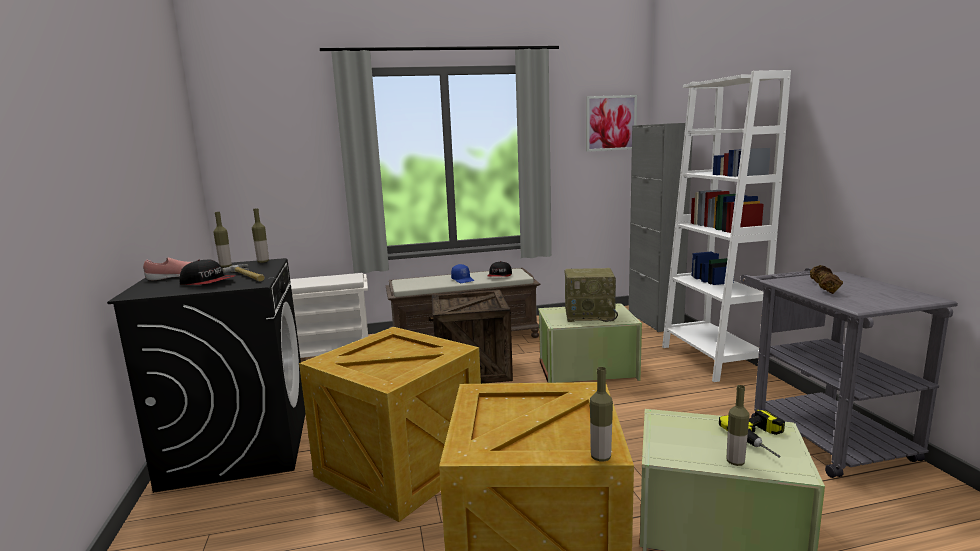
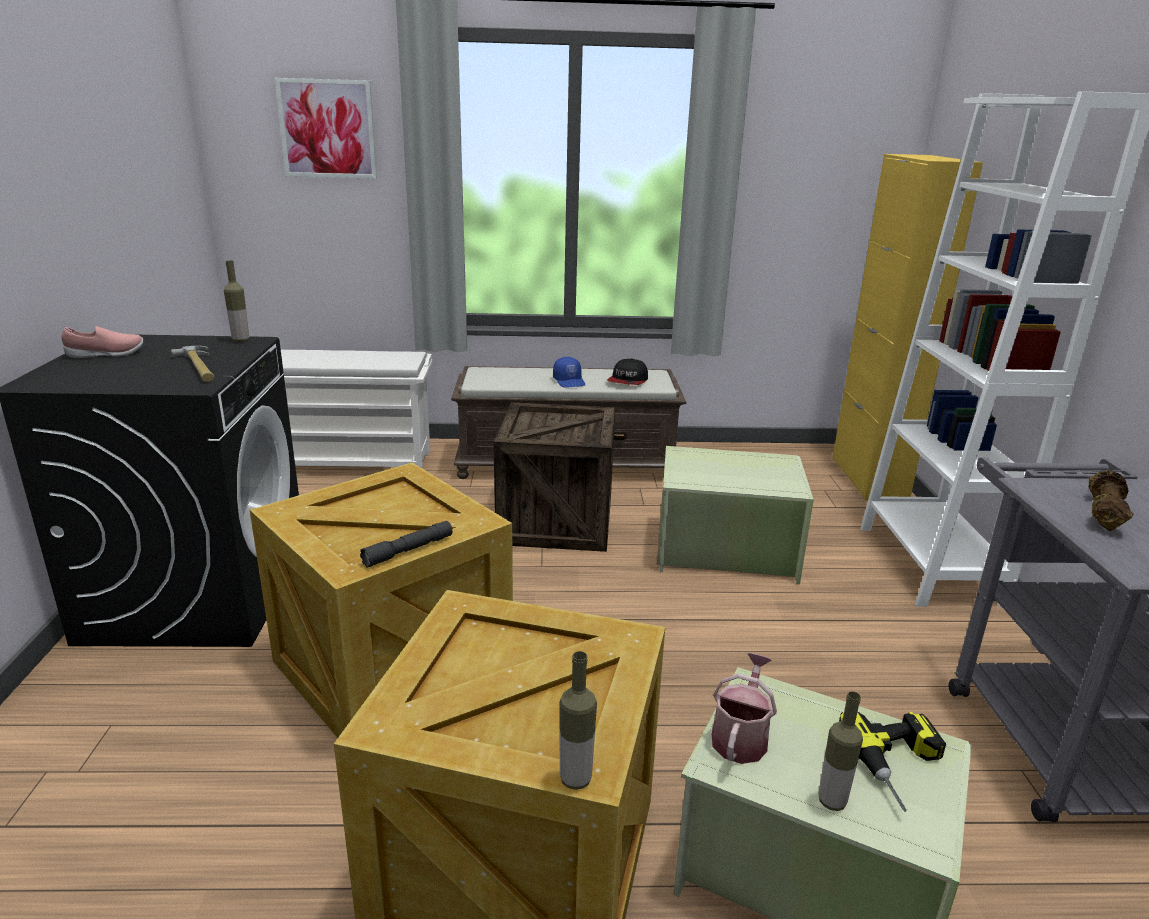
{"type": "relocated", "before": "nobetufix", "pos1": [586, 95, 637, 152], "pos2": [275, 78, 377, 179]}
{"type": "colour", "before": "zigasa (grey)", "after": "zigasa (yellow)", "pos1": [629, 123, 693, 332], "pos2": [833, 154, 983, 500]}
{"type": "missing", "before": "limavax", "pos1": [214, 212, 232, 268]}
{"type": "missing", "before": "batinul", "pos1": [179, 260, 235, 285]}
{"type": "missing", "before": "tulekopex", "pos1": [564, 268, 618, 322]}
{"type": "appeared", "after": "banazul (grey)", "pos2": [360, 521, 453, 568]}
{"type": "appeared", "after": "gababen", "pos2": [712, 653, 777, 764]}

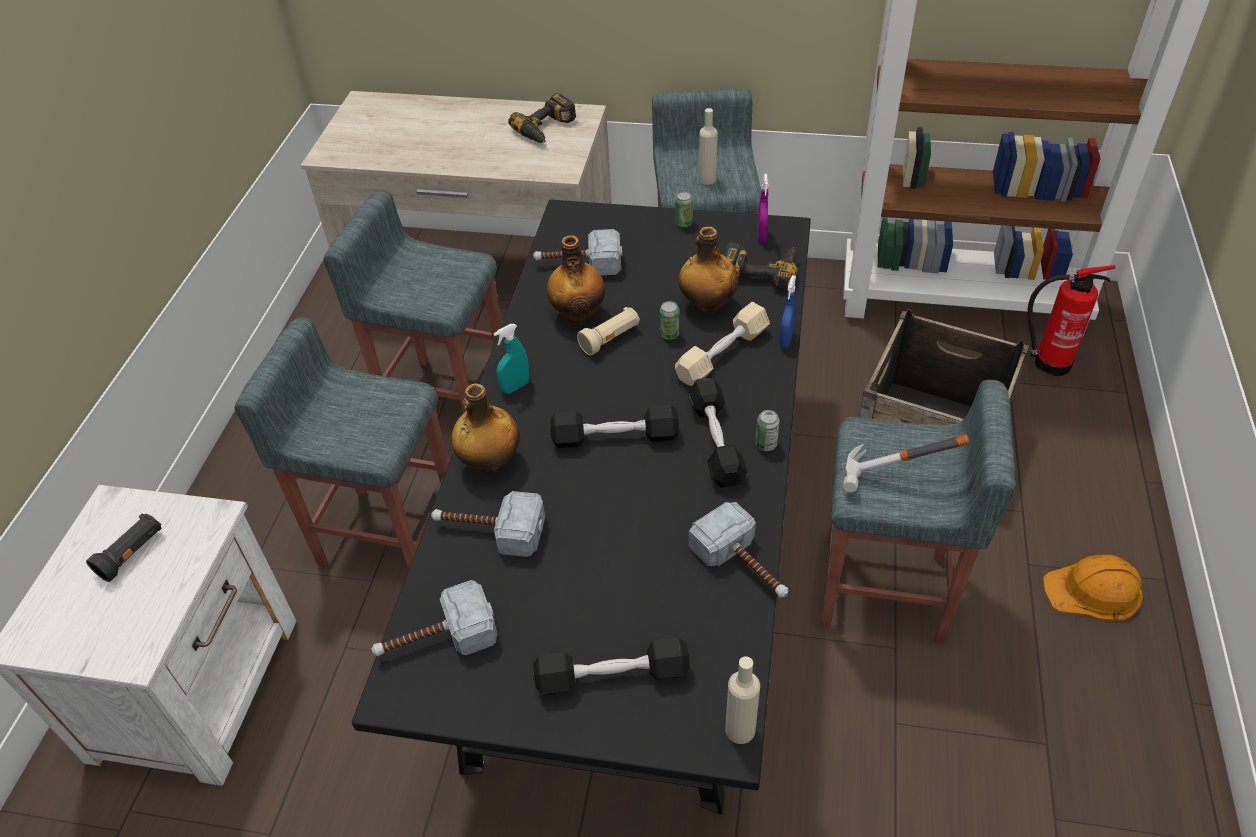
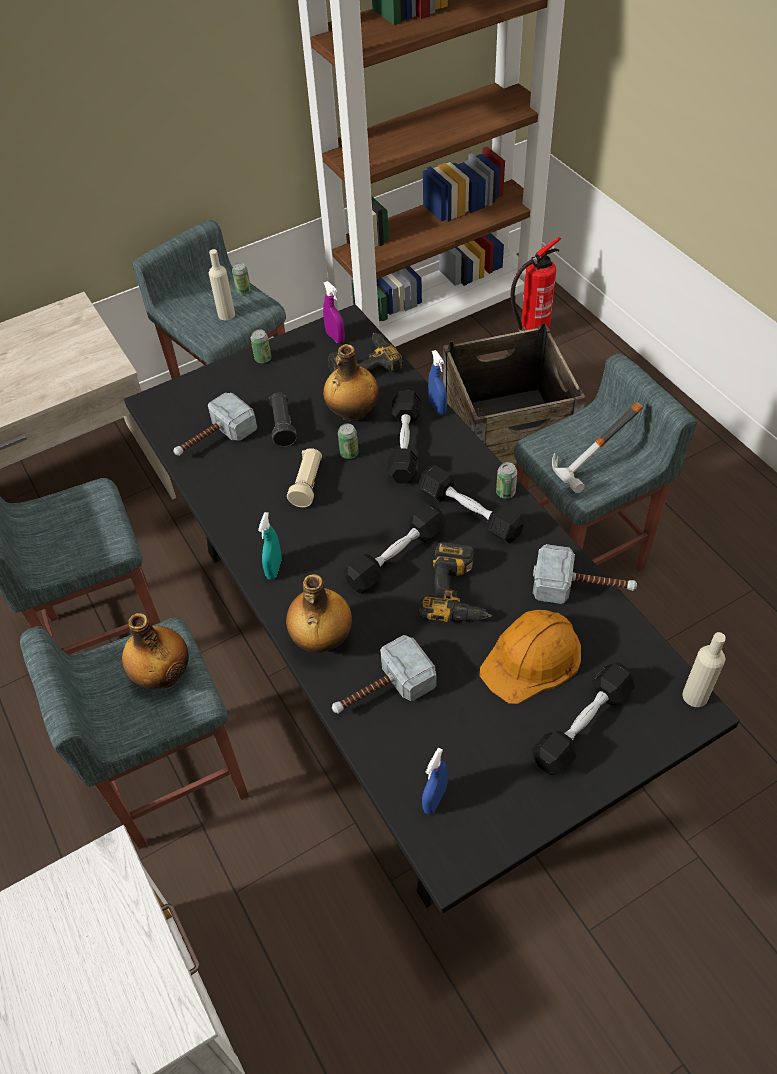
{"type": "relocated", "before": "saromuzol", "pos1": [508, 93, 576, 143], "pos2": [419, 542, 492, 622]}
{"type": "relocated", "before": "limavax", "pos1": [546, 235, 605, 324], "pos2": [122, 613, 189, 689]}
{"type": "colour", "before": "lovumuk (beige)", "after": "lovumuk (black)", "pos1": [675, 302, 770, 386], "pos2": [387, 390, 421, 483]}
{"type": "relocated", "before": "banazul (black)", "pos1": [86, 513, 162, 582], "pos2": [269, 392, 297, 447]}
{"type": "relocated", "before": "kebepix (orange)", "pos1": [1043, 555, 1143, 621], "pos2": [480, 610, 581, 704]}
{"type": "exchanged", "before": "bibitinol", "after": "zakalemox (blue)", "pos1": [371, 580, 498, 657], "pos2": [422, 748, 448, 815]}
{"type": "appeared", "after": "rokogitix", "pos2": [232, 263, 251, 294]}

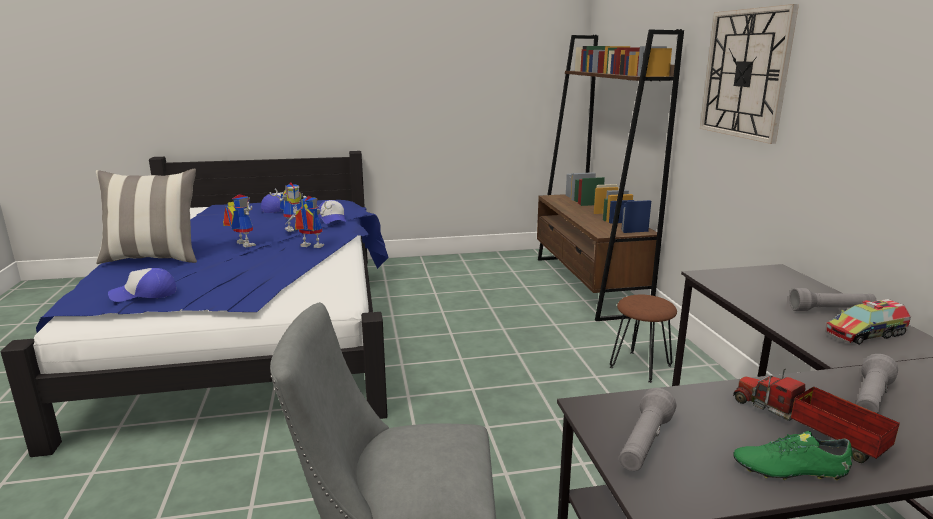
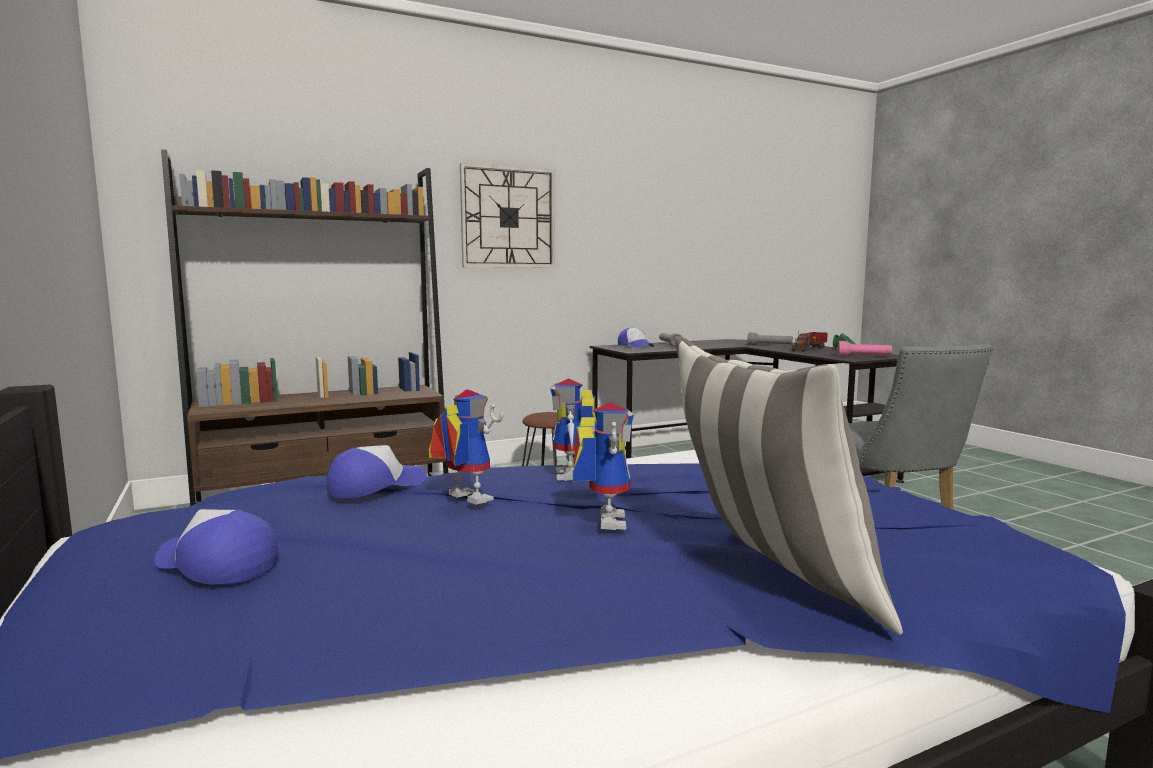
{"type": "spun", "before": "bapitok", "pos1": [223, 194, 256, 247], "pos2": [573, 403, 634, 530], "turn": 150}
{"type": "relocated", "before": "batinul", "pos1": [108, 268, 176, 302], "pos2": [618, 328, 654, 348]}
{"type": "missing", "before": "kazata", "pos1": [825, 299, 911, 345]}
{"type": "colour", "before": "banazul (grey)", "after": "banazul (pink)", "pos1": [619, 388, 676, 471], "pos2": [838, 341, 892, 356]}

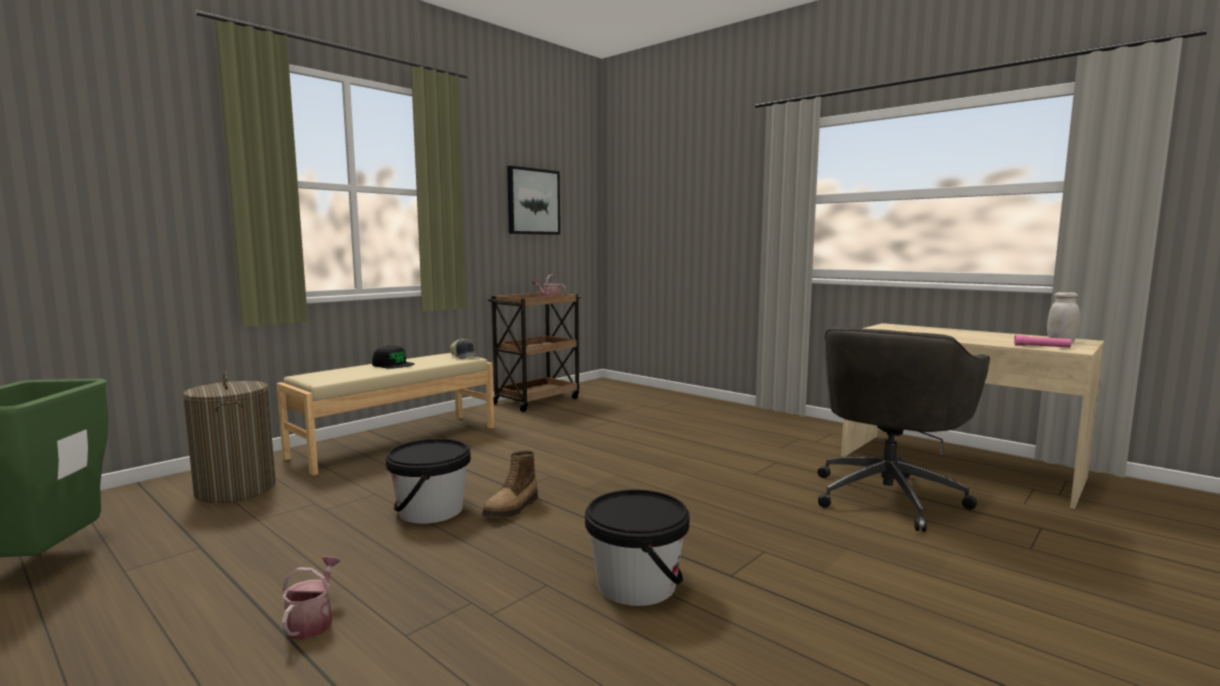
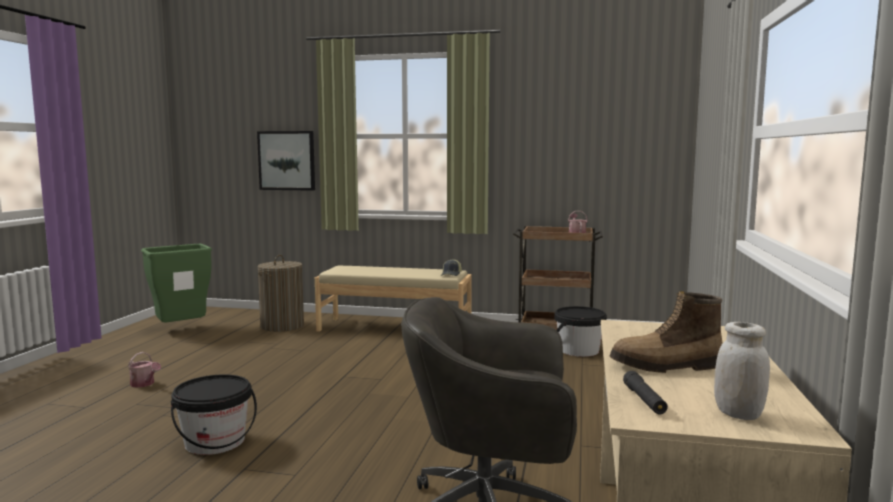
{"type": "relocated", "before": "nobetufix", "pos1": [507, 166, 560, 235], "pos2": [257, 131, 315, 191]}
{"type": "colour", "before": "banazul (pink)", "after": "banazul (black)", "pos1": [1014, 335, 1072, 347], "pos2": [623, 371, 668, 414]}
{"type": "missing", "before": "batinul (black)", "pos1": [372, 345, 414, 369]}
{"type": "relocated", "before": "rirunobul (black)", "pos1": [386, 439, 471, 524], "pos2": [554, 306, 607, 357]}
{"type": "relocated", "before": "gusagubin", "pos1": [482, 450, 538, 518], "pos2": [610, 291, 722, 373]}
{"type": "spun", "before": "gababen", "pos1": [282, 557, 340, 639], "pos2": [128, 352, 161, 388], "turn": 60}

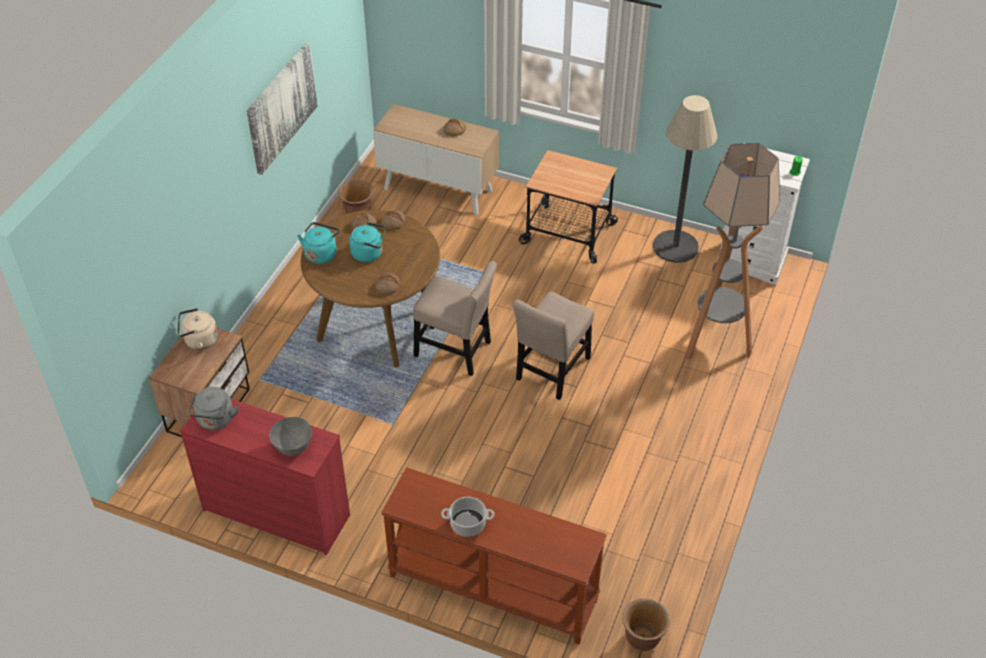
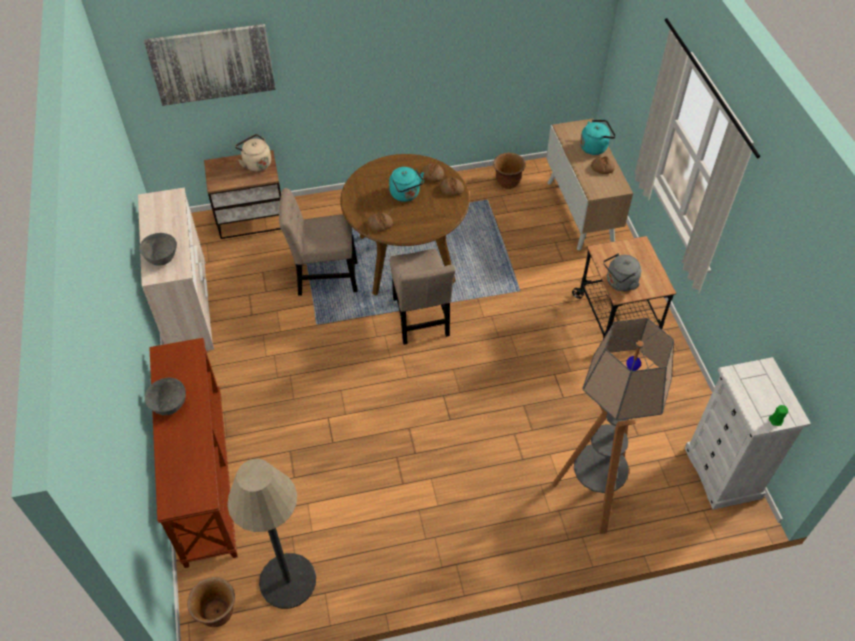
{"type": "relocated", "before": "nobetufix", "pos1": [247, 43, 318, 175], "pos2": [144, 24, 276, 106]}
{"type": "relocated", "before": "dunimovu", "pos1": [653, 95, 718, 263], "pos2": [227, 459, 316, 609]}
{"type": "relocated", "before": "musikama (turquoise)", "pos1": [297, 222, 340, 264], "pos2": [580, 120, 616, 155]}
{"type": "relocated", "before": "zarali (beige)", "pos1": [513, 292, 594, 400], "pos2": [279, 188, 358, 296]}
{"type": "relocated", "before": "musikama (grey)", "pos1": [188, 387, 239, 430], "pos2": [603, 253, 641, 291]}
{"type": "colour", "before": "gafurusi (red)", "after": "gafurusi (beige)", "pos1": [180, 399, 350, 555], "pos2": [138, 187, 214, 351]}
{"type": "exchanged", "before": "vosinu", "after": "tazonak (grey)", "pos1": [441, 497, 495, 537], "pos2": [145, 378, 186, 415]}

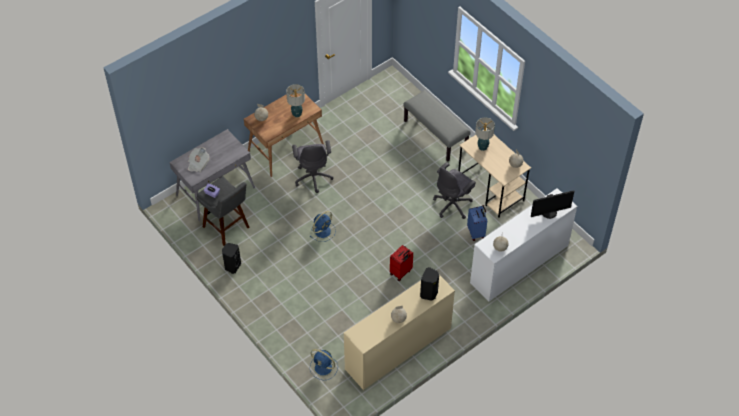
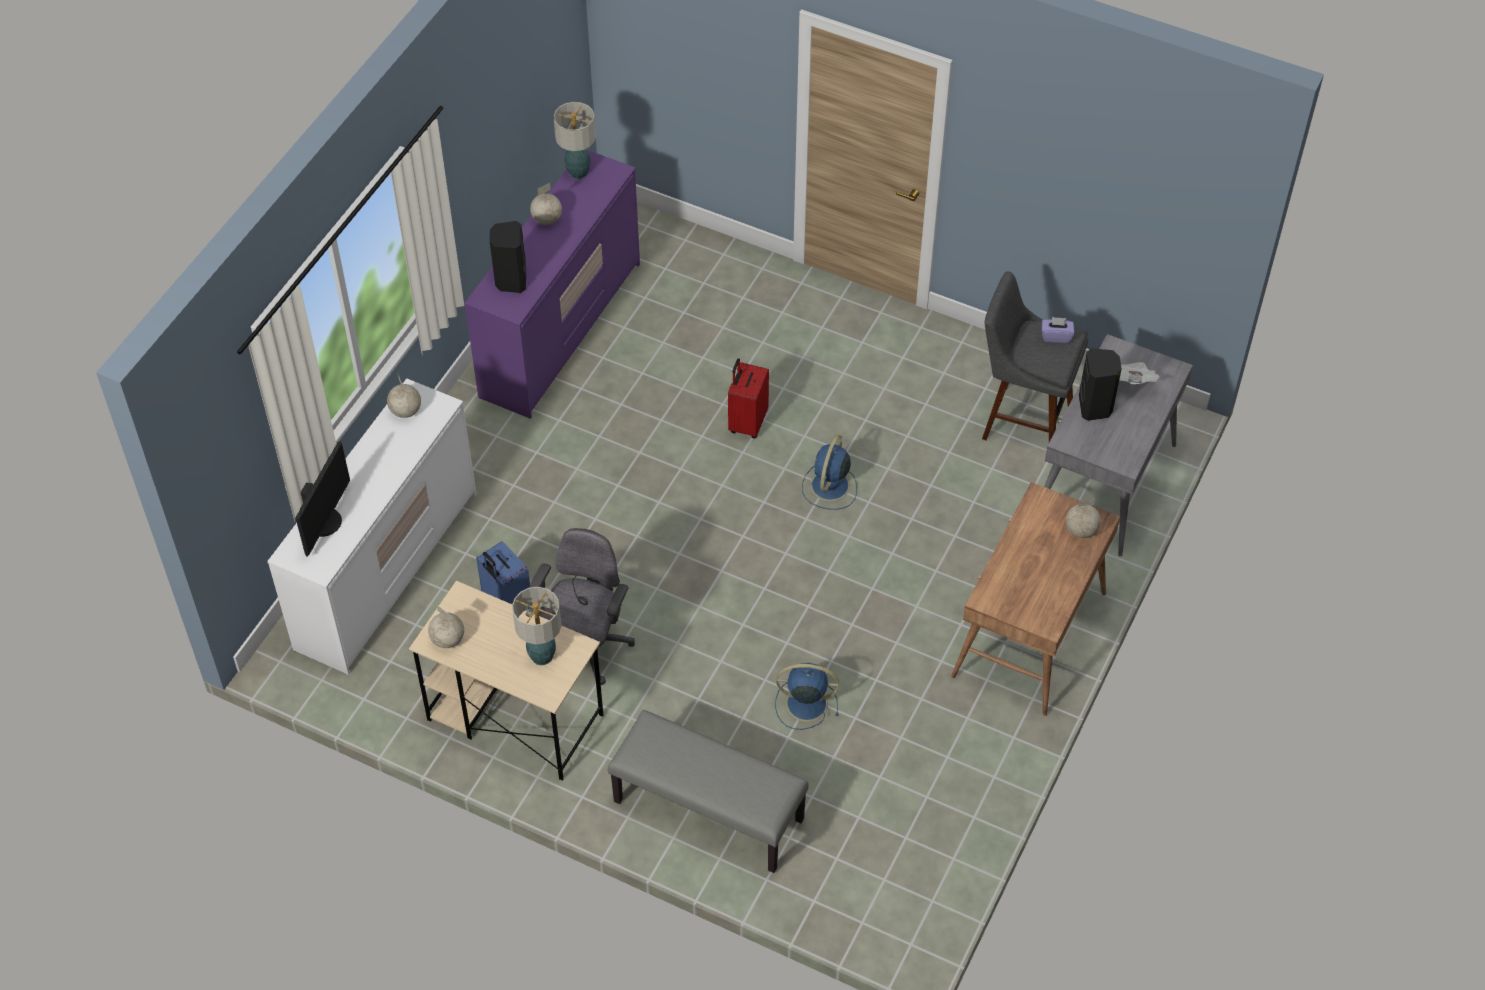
{"type": "relocated", "before": "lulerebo", "pos1": [286, 84, 305, 117], "pos2": [553, 102, 596, 179]}
{"type": "missing", "before": "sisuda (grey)", "pos1": [292, 140, 333, 193]}
{"type": "spun", "before": "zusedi", "pos1": [531, 190, 574, 219], "pos2": [296, 441, 350, 556], "turn": 150}
{"type": "relocated", "before": "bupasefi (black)", "pos1": [222, 243, 241, 274], "pos2": [1079, 348, 1122, 421]}
{"type": "relocated", "before": "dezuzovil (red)", "pos1": [390, 245, 413, 281], "pos2": [728, 358, 769, 439]}
{"type": "colour", "before": "gafurusi (beige)", "after": "gafurusi (purple)", "pos1": [343, 275, 455, 390], "pos2": [464, 150, 640, 419]}
{"type": "relocated", "before": "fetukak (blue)", "pos1": [310, 349, 338, 380], "pos2": [775, 663, 839, 730]}

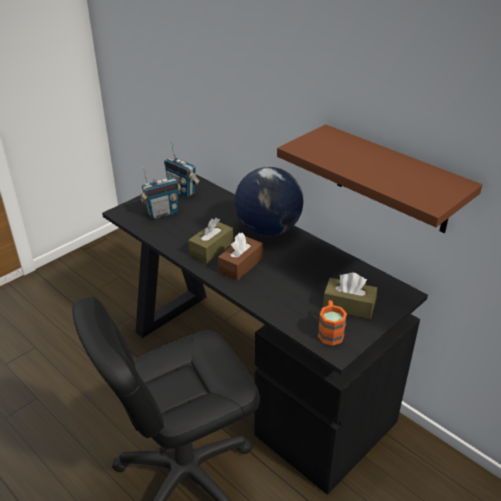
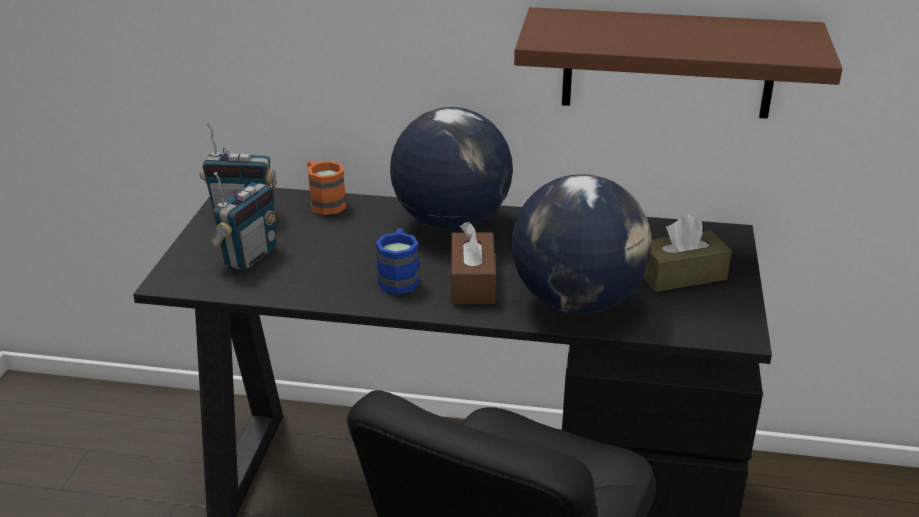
{"type": "exchanged", "before": "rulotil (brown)", "after": "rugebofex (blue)", "pos1": [188, 218, 233, 263], "pos2": [376, 228, 419, 294]}
{"type": "relocated", "before": "rugebofex (orange)", "pos1": [318, 300, 347, 346], "pos2": [307, 161, 347, 215]}
{"type": "appeared", "after": "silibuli", "pos2": [512, 174, 652, 314]}

